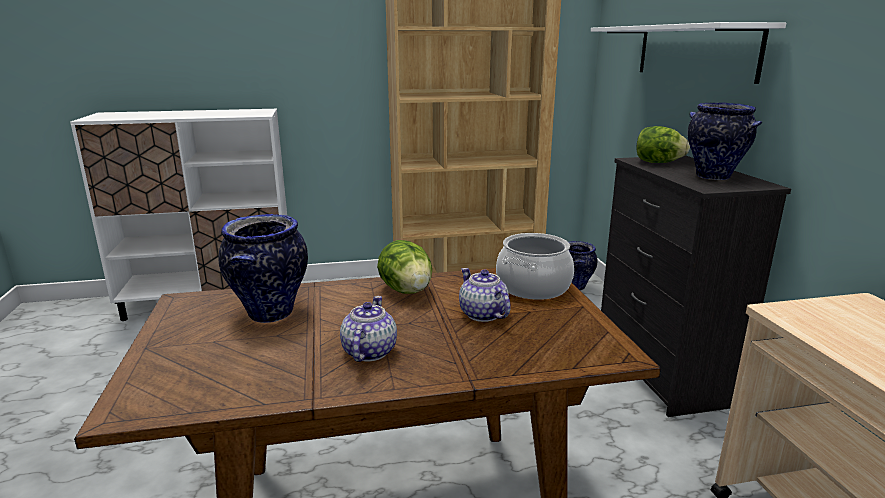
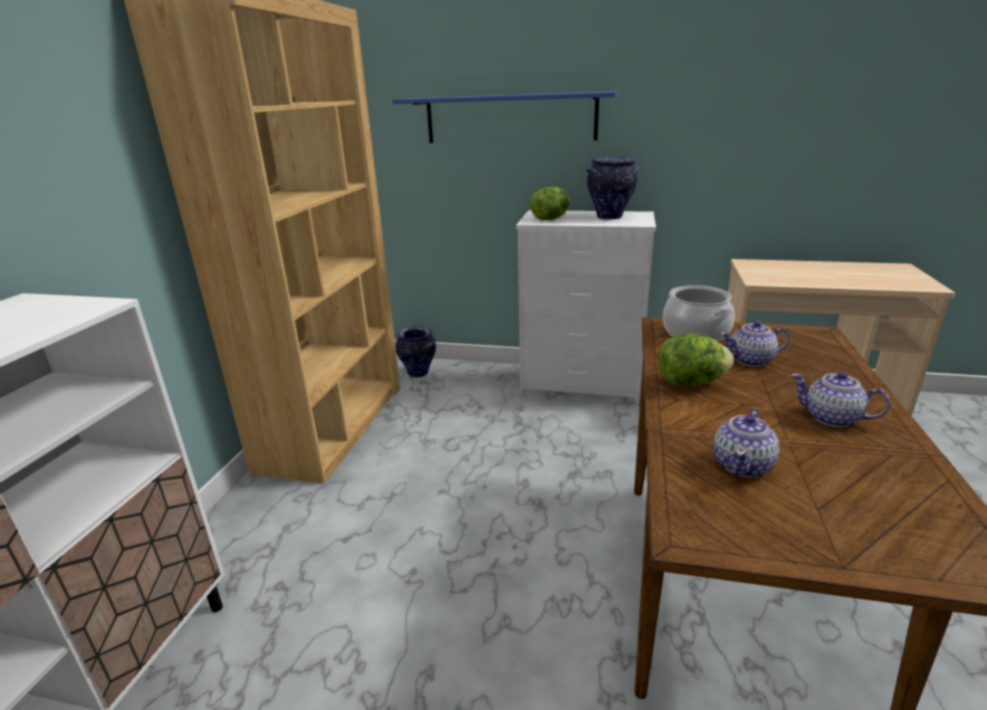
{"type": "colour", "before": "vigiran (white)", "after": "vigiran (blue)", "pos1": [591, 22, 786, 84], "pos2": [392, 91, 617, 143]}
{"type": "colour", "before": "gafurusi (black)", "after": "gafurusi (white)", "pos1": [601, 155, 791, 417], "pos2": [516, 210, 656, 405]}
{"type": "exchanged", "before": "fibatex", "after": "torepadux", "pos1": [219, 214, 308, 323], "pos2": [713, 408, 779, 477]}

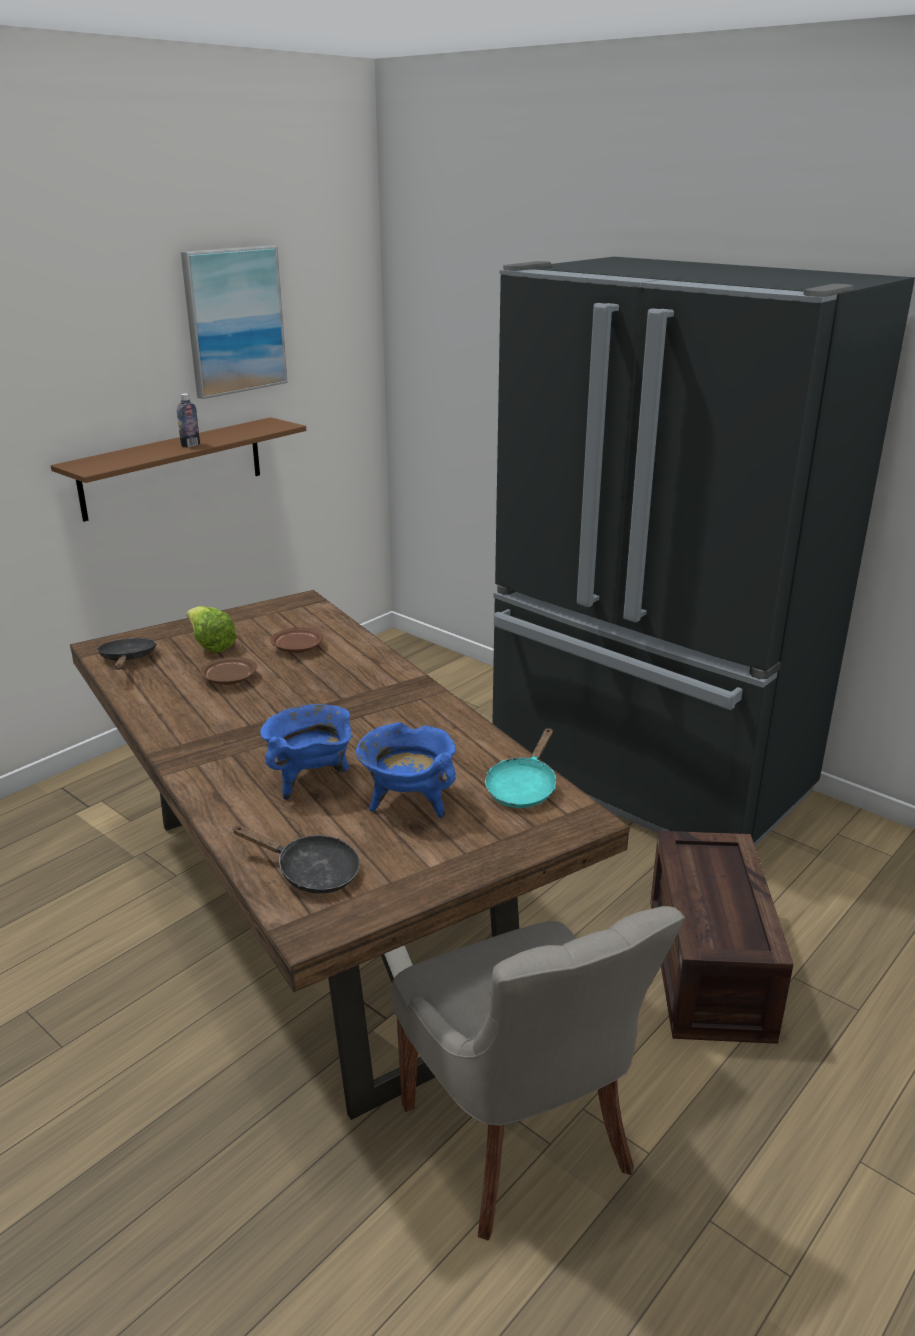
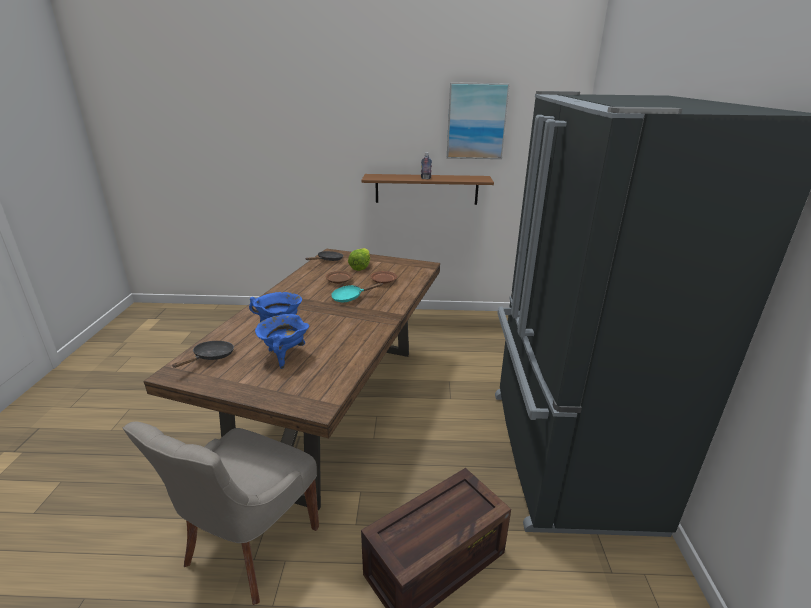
{"type": "relocated", "before": "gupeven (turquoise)", "pos1": [485, 728, 556, 808], "pos2": [331, 283, 382, 302]}
{"type": "spun", "before": "gupeven (black)", "pos1": [232, 825, 360, 894], "pos2": [172, 341, 234, 368], "turn": -135}

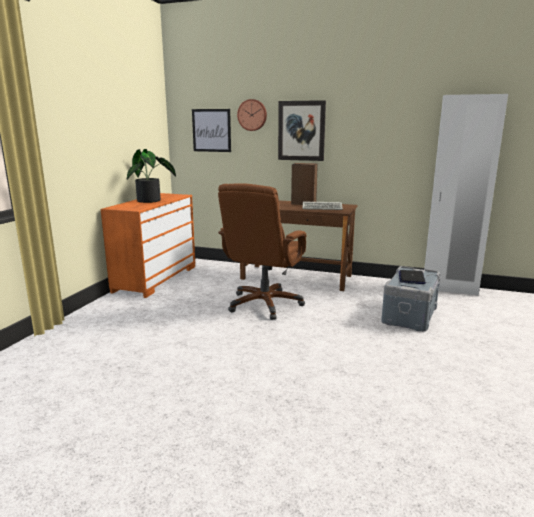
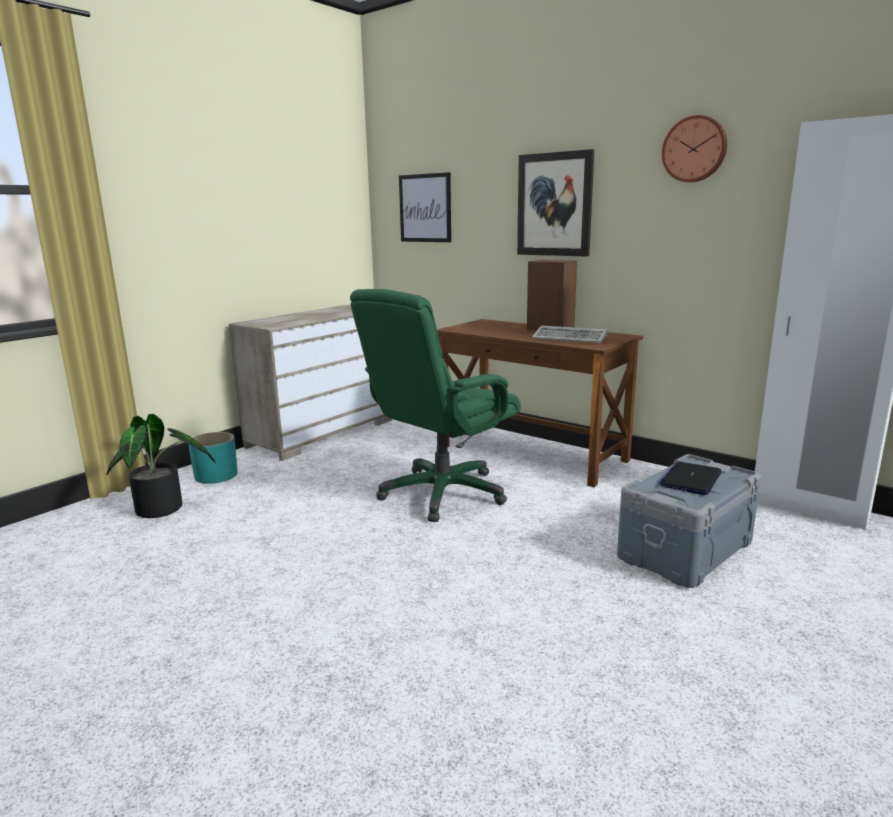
{"type": "relocated", "before": "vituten", "pos1": [237, 99, 267, 131], "pos2": [662, 115, 727, 182]}
{"type": "relocated", "before": "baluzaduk", "pos1": [127, 149, 176, 203], "pos2": [106, 414, 216, 518]}
{"type": "colour", "before": "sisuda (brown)", "after": "sisuda (green)", "pos1": [218, 184, 307, 320], "pos2": [350, 289, 521, 522]}
{"type": "colour", "before": "gafurusi (orange)", "after": "gafurusi (beige)", "pos1": [101, 193, 195, 298], "pos2": [229, 305, 392, 461]}
{"type": "appeared", "after": "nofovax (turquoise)", "pos2": [188, 432, 238, 484]}

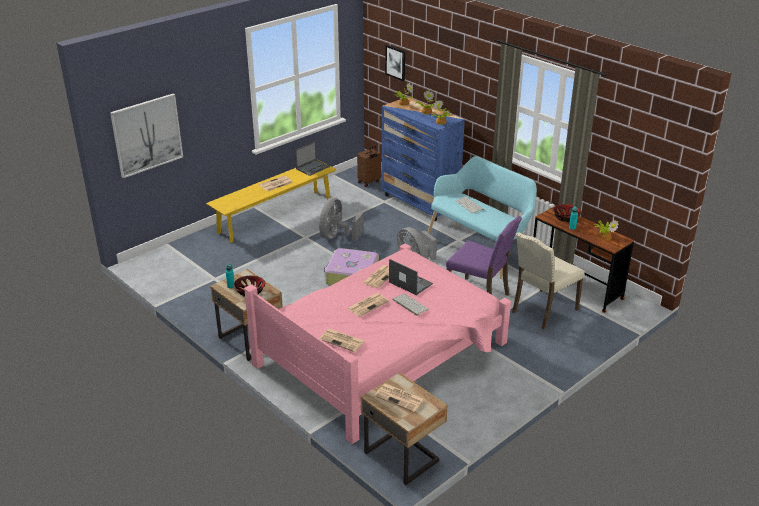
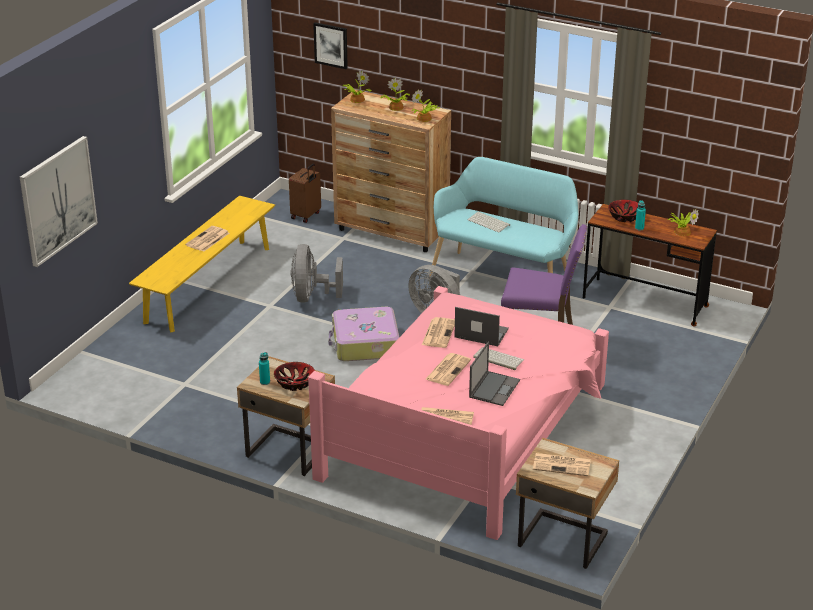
{"type": "colour", "before": "gafurusi (blue)", "after": "gafurusi (brown)", "pos1": [382, 97, 465, 221], "pos2": [331, 90, 451, 252]}
{"type": "relocated", "before": "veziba", "pos1": [295, 141, 330, 176], "pos2": [469, 342, 520, 406]}
{"type": "missing", "before": "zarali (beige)", "pos1": [512, 232, 585, 329]}

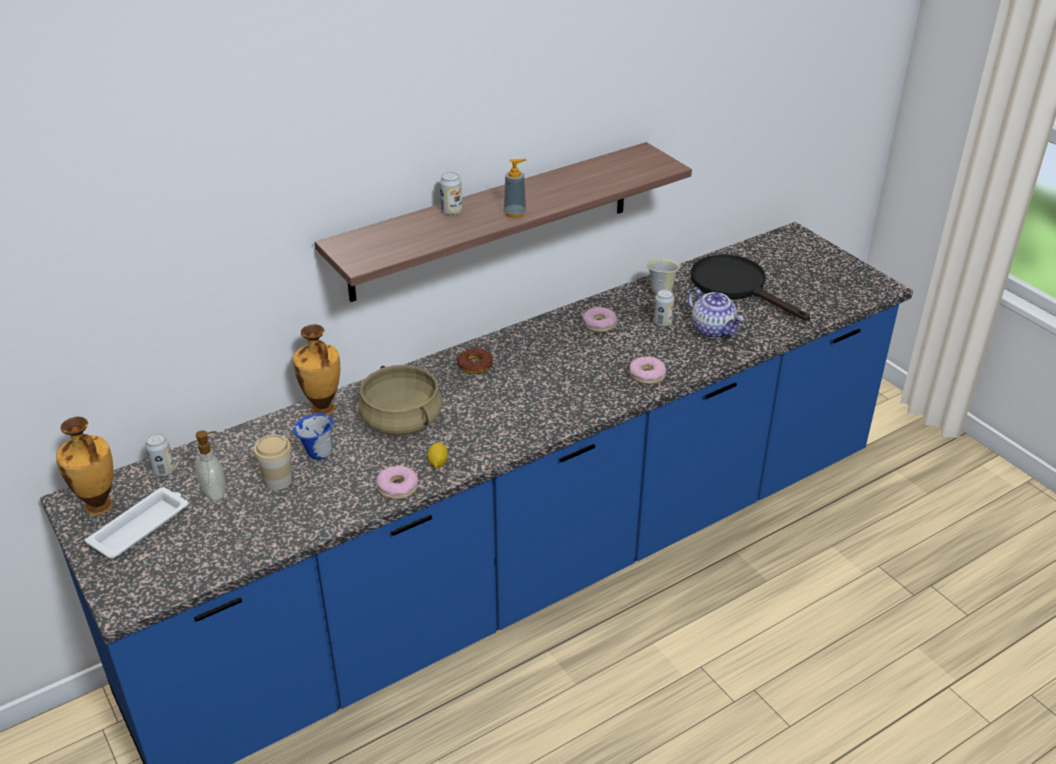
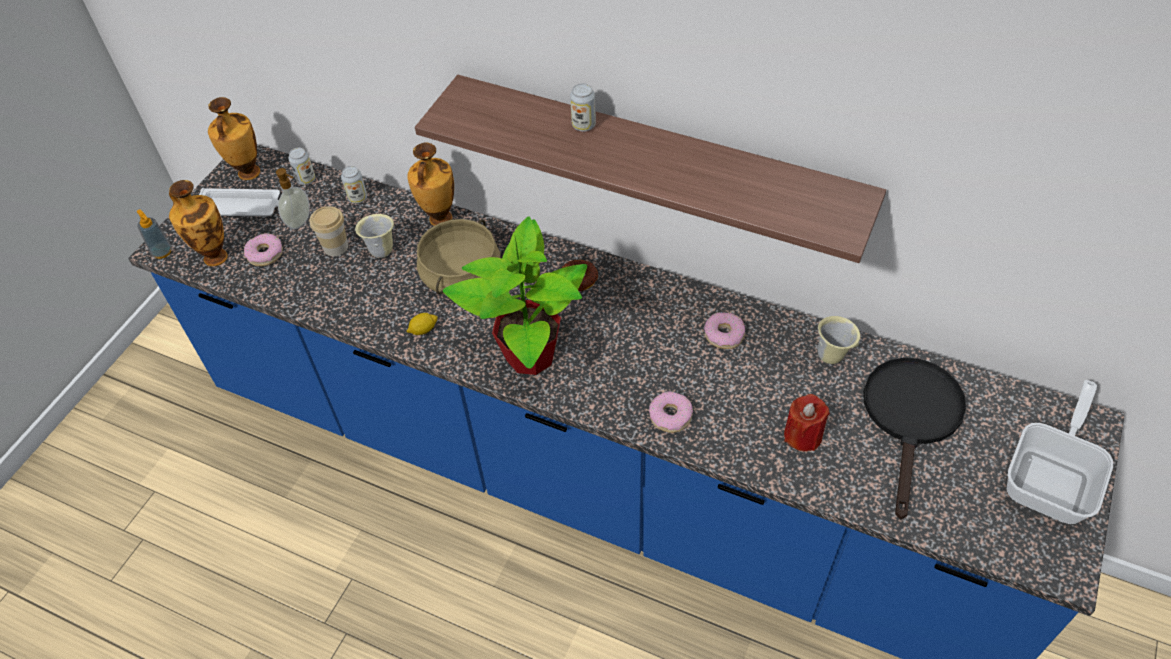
{"type": "relocated", "before": "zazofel", "pos1": [504, 159, 526, 218], "pos2": [137, 209, 172, 259]}
{"type": "exchanged", "before": "torepadux", "after": "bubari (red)", "pos1": [688, 288, 744, 339], "pos2": [784, 394, 830, 451]}
{"type": "relocated", "before": "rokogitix", "pos1": [654, 289, 675, 327], "pos2": [341, 166, 367, 204]}
{"type": "colour", "before": "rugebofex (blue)", "after": "rugebofex (beige)", "pos1": [293, 414, 333, 460], "pos2": [355, 214, 394, 258]}
{"type": "relocated", "before": "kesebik", "pos1": [376, 465, 418, 499], "pos2": [244, 233, 283, 266]}
{"type": "appeared", "after": "fibatex", "pos2": [169, 180, 228, 266]}
{"type": "appeared", "after": "baluzaduk", "pos2": [443, 216, 587, 375]}
{"type": "appeared", "after": "gupeven", "pos2": [1007, 380, 1113, 524]}

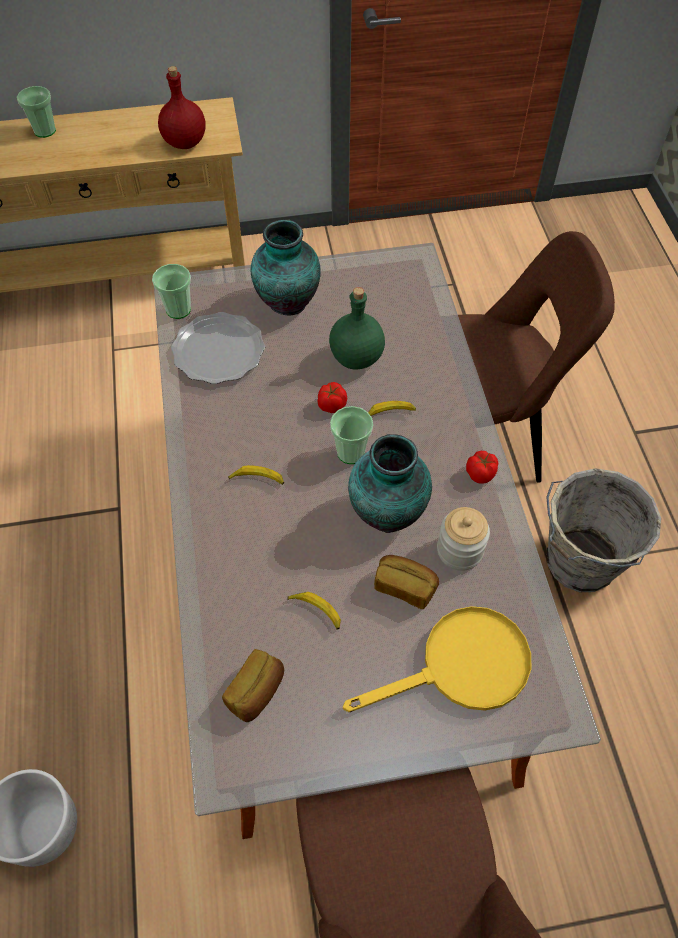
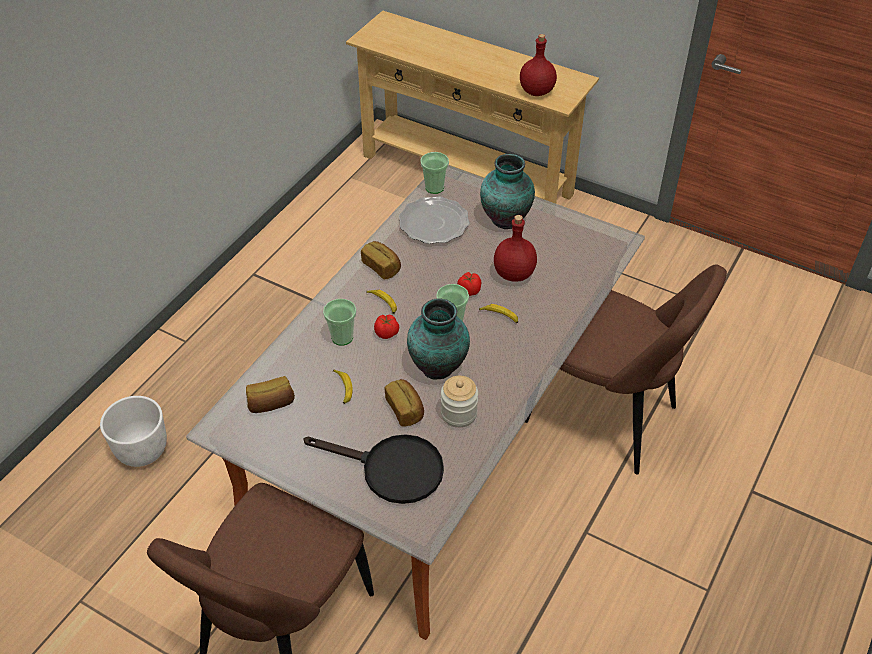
{"type": "relocated", "before": "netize", "pos1": [17, 86, 56, 138], "pos2": [323, 299, 356, 346]}
{"type": "colour", "before": "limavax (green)", "after": "limavax (red)", "pos1": [329, 287, 385, 370], "pos2": [494, 215, 537, 282]}
{"type": "relocated", "before": "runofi", "pos1": [466, 451, 498, 484], "pos2": [374, 315, 399, 339]}
{"type": "missing", "before": "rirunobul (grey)", "pos1": [546, 468, 661, 592]}
{"type": "colour", "before": "gupeven (yellow)", "after": "gupeven (black)", "pos1": [343, 606, 531, 712], "pos2": [303, 434, 444, 504]}
{"type": "appeared", "after": "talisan", "pos2": [361, 241, 401, 279]}

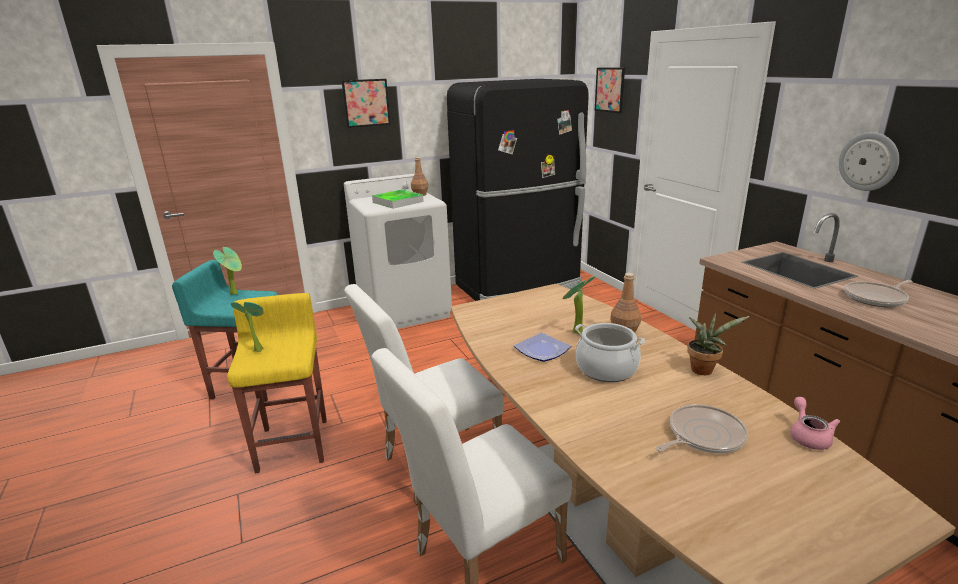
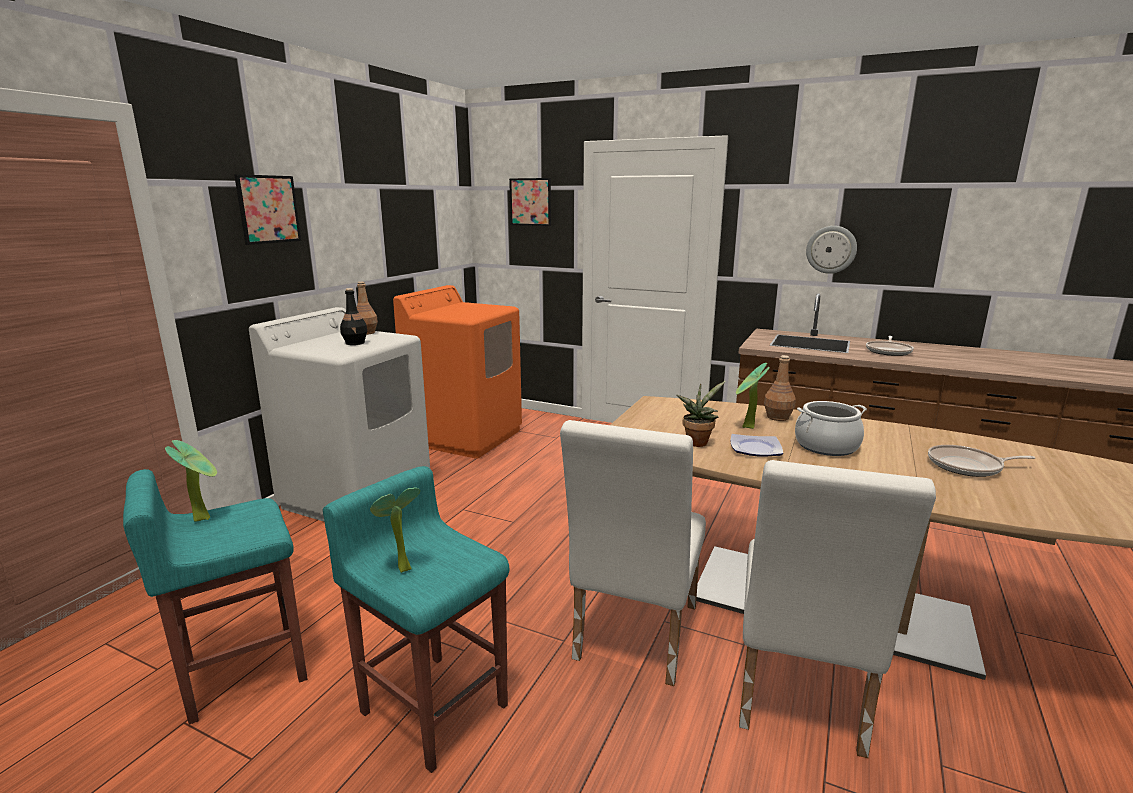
{"type": "exchanged", "before": "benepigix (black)", "after": "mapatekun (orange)", "pos1": [447, 79, 589, 301], "pos2": [393, 285, 522, 459]}
{"type": "exchanged", "before": "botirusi", "after": "limavax (black)", "pos1": [372, 189, 424, 209], "pos2": [340, 288, 367, 345]}
{"type": "colour", "before": "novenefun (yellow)", "after": "novenefun (turquoise)", "pos1": [228, 293, 327, 474], "pos2": [323, 466, 509, 773]}
{"type": "relocated", "before": "baluzaduk", "pos1": [687, 313, 750, 375], "pos2": [676, 381, 726, 447]}
{"type": "missing", "before": "torepadux (pink)", "pos1": [790, 397, 840, 450]}
{"type": "spun", "before": "gupeven", "pos1": [655, 404, 748, 454], "pos2": [928, 445, 1035, 477], "turn": -105}

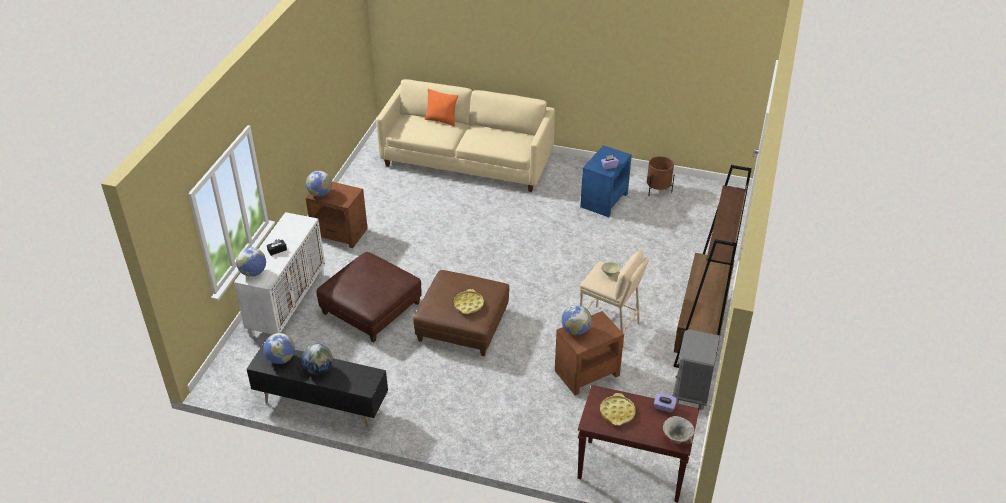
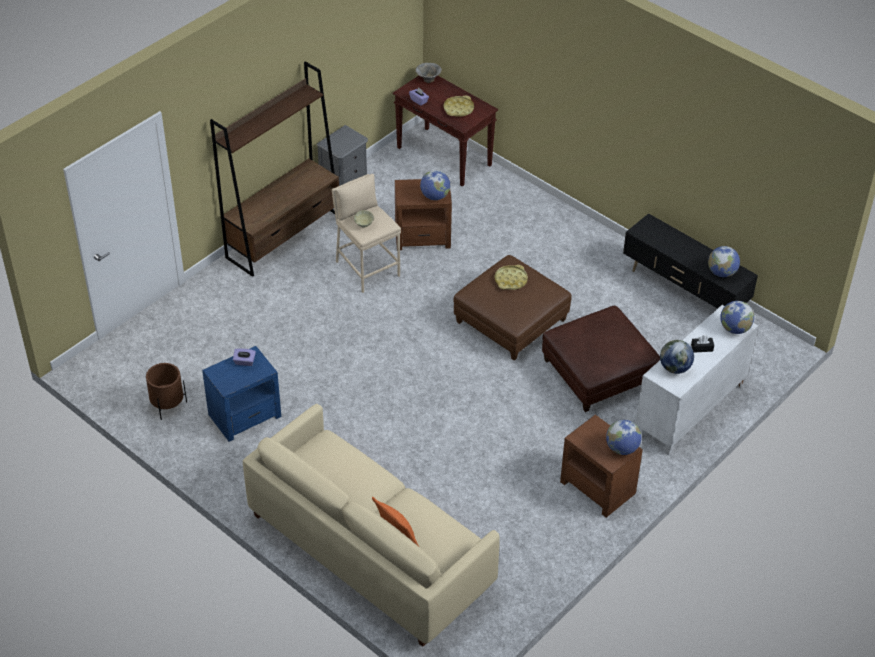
{"type": "relocated", "before": "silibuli", "pos1": [302, 344, 333, 375], "pos2": [660, 340, 694, 374]}

